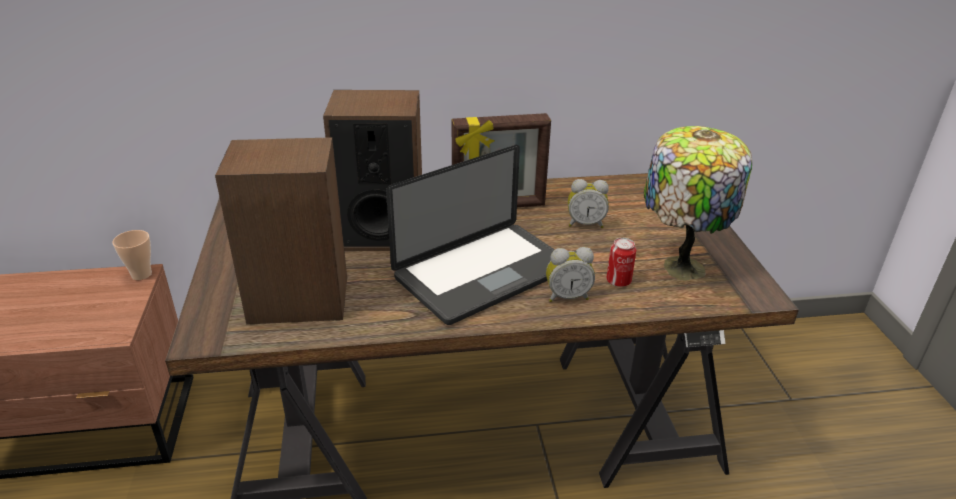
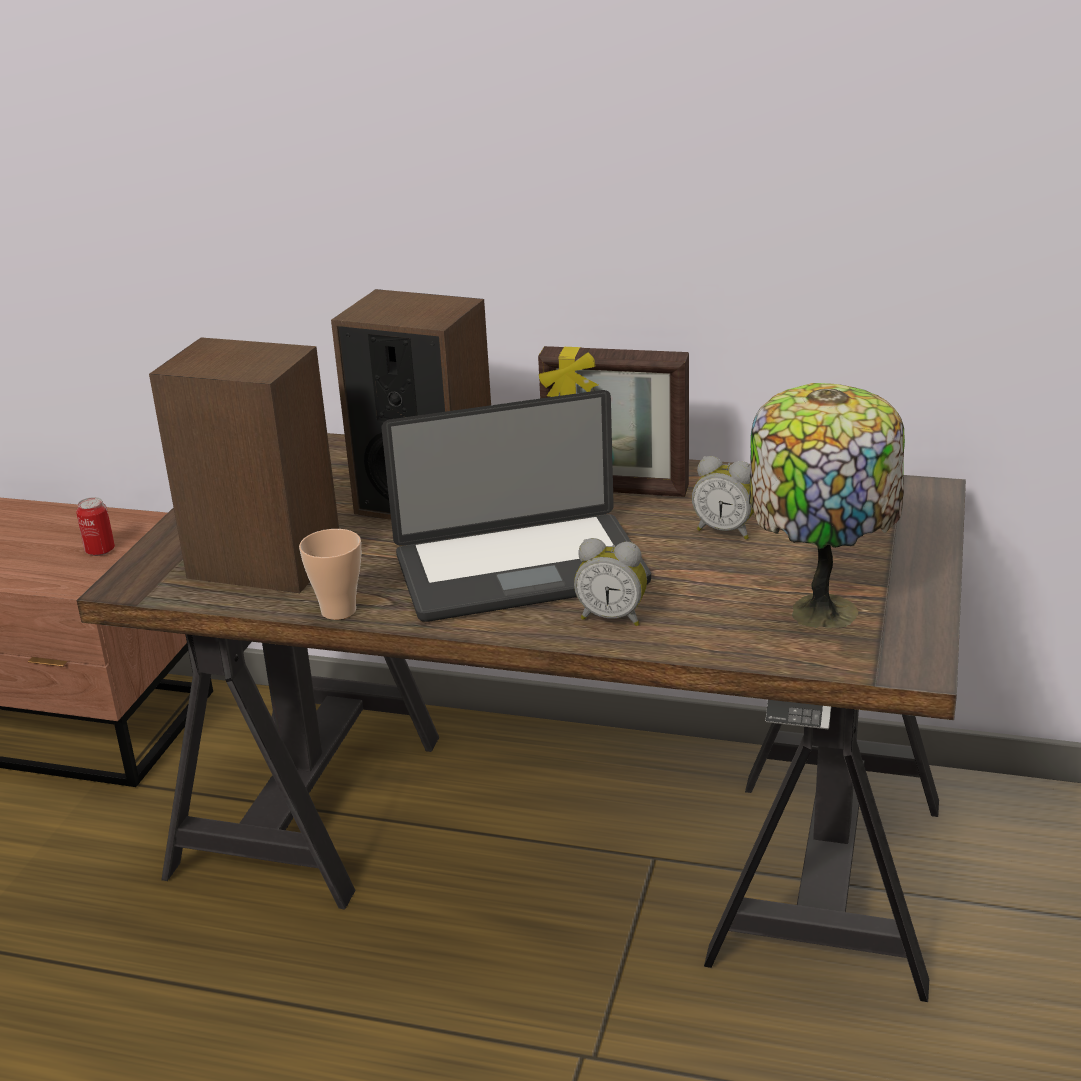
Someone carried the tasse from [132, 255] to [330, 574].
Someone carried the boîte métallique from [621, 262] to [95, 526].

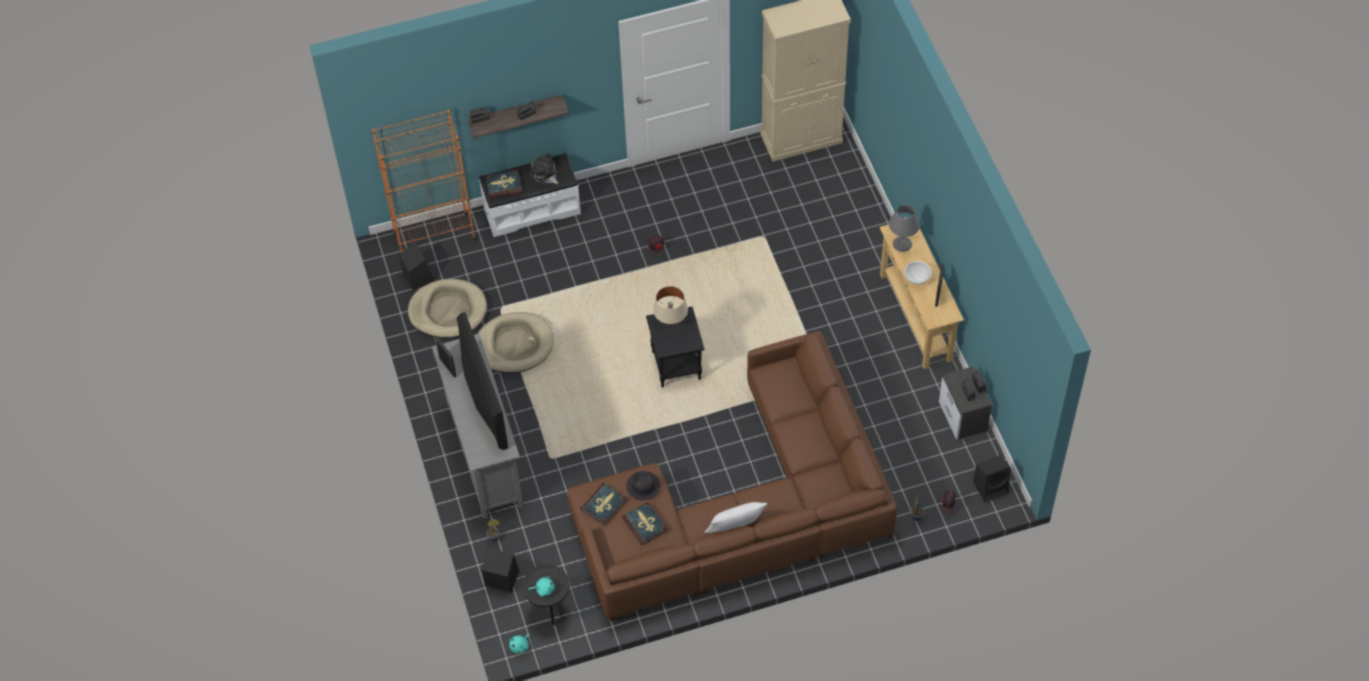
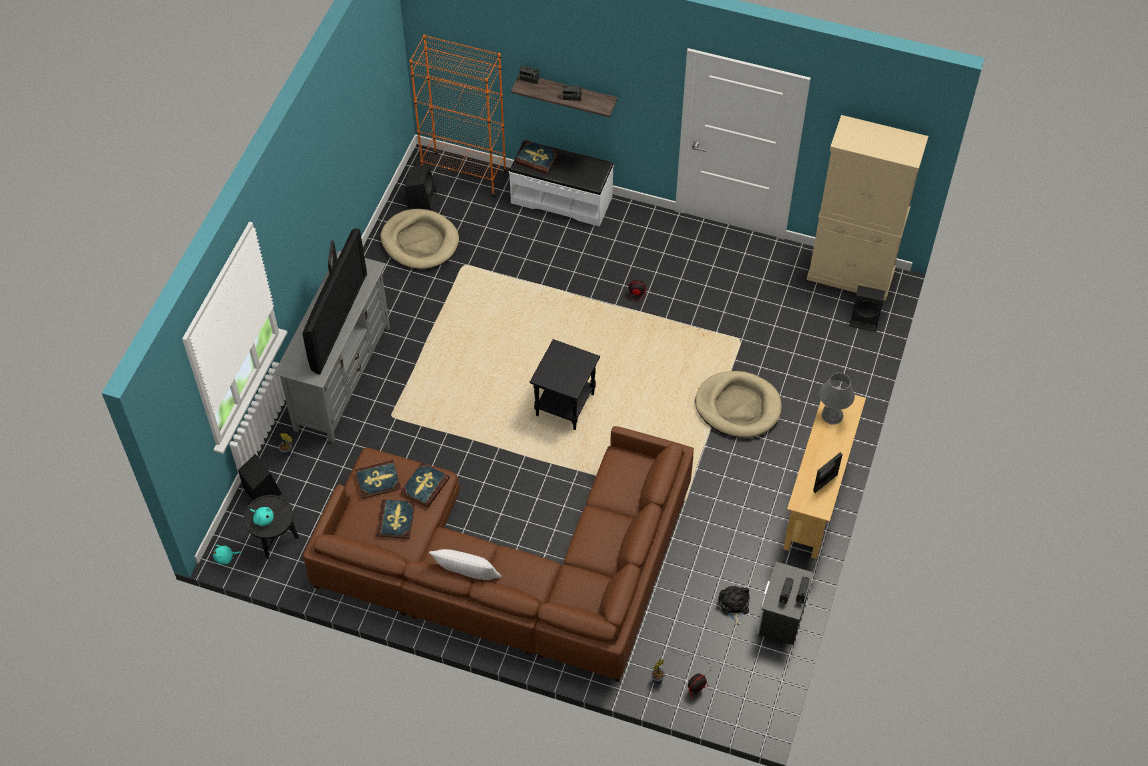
Someone took away the lampe de table/beige at [670, 305].
Someone took away the bol/blanc at [917, 273].
Someone carried the panier pour chien/beige from [515, 343] to [738, 404].
Someone carried the peluche from [544, 168] to [734, 606].
Someone carried the enceinte/noir from [992, 479] to [867, 309].
Someone swapped the chapeau/noir at [643, 485] for the livre at [425, 485].

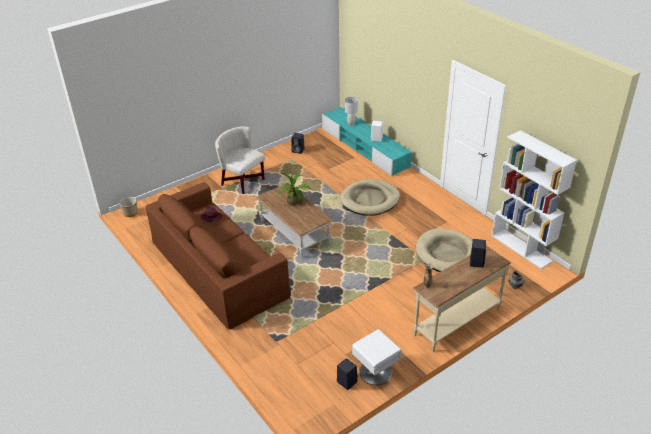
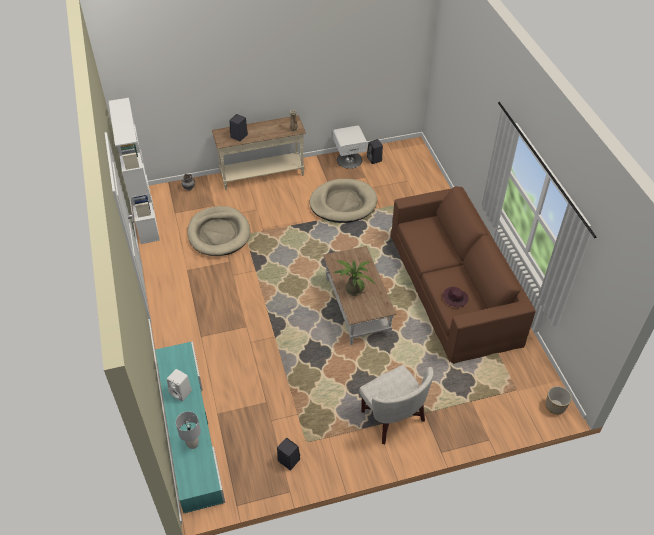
Someone carried the panier pour chien/beige from [370, 197] to [343, 201].

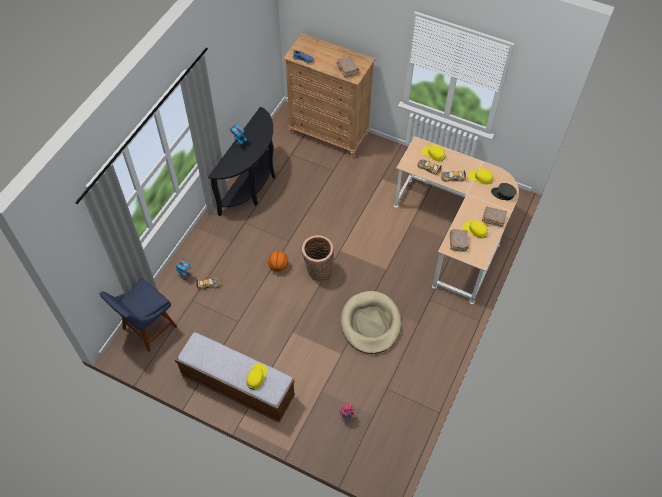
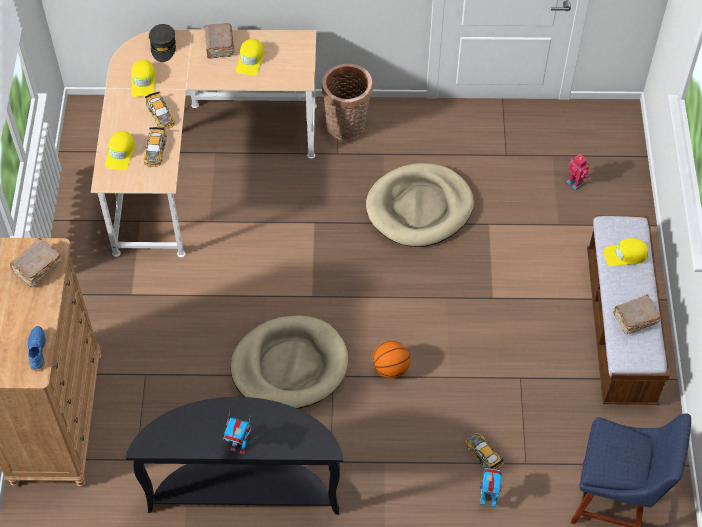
Someone put down the panier pour chien/beige at [289, 362].
Someone carried the panier from [318, 258] to [347, 101].
Someone carried the livre/marron from [459, 240] to [637, 314].

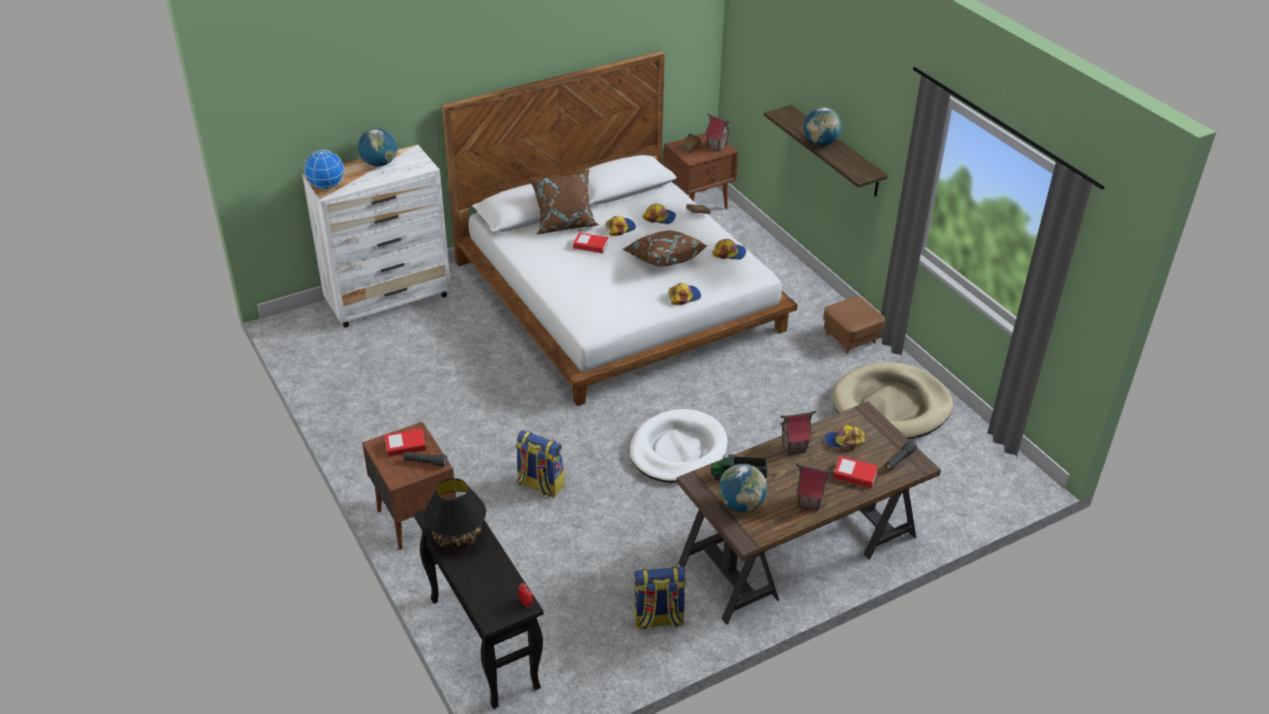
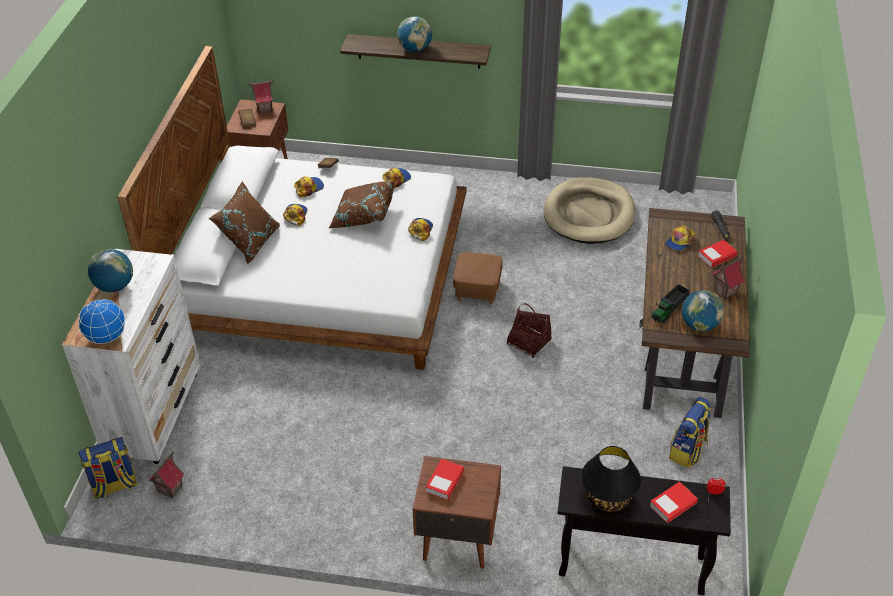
Someone took away the lampe de poche/noir at [425, 459].
Someone carried the sac à dos from [540, 464] to [108, 468].
Someone carried the livre from [590, 243] to [674, 502].
Someone carried the maison miniature from [798, 433] to [166, 475].
Someone carried the pouf/marron from [854, 325] to [478, 278].
Someone swapped the panier pour chien/blanc at [679, 446] for the panier at [529, 330].

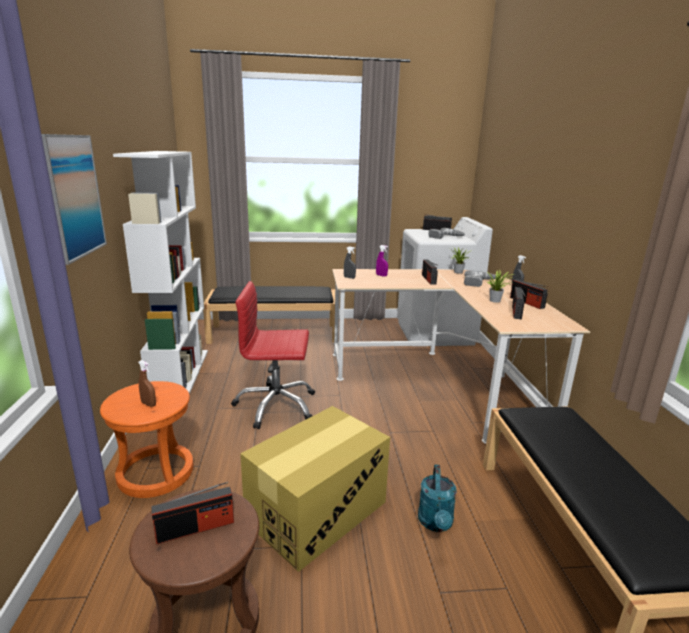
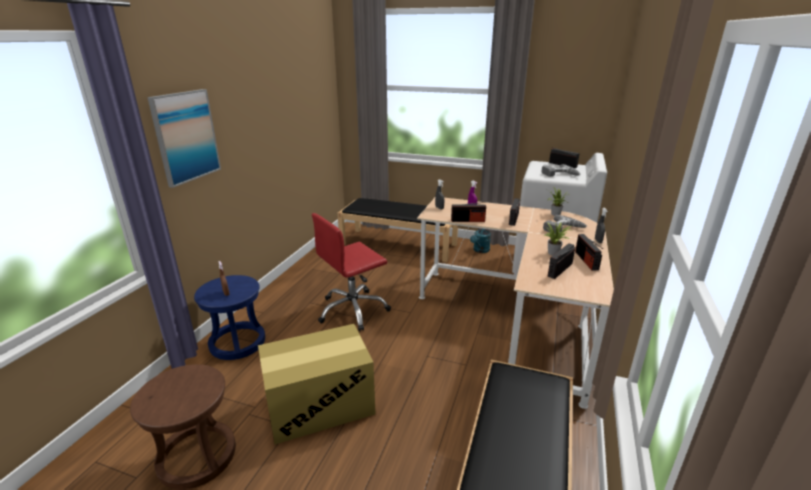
Someone took away the bibliothèque/blanc at [160, 272].
Someone carried the radio from [192, 513] to [468, 212].
Someone carried the arrosoir/turquoise from [437, 498] to [480, 241].
Someone repainted the tabouret/orange at [146, 439], which became the tabouret/bleu at [229, 317].
Someone rotated the chaise de bureau/rouge at [273, 355] by 60 degrees counterclockwise.

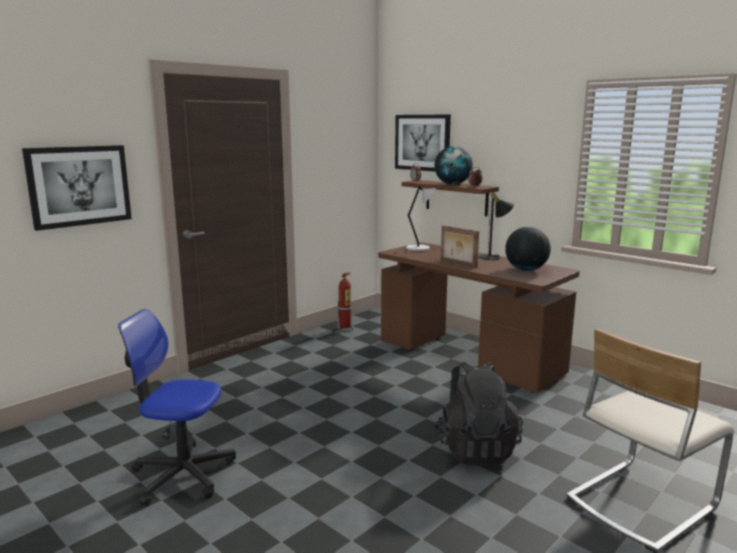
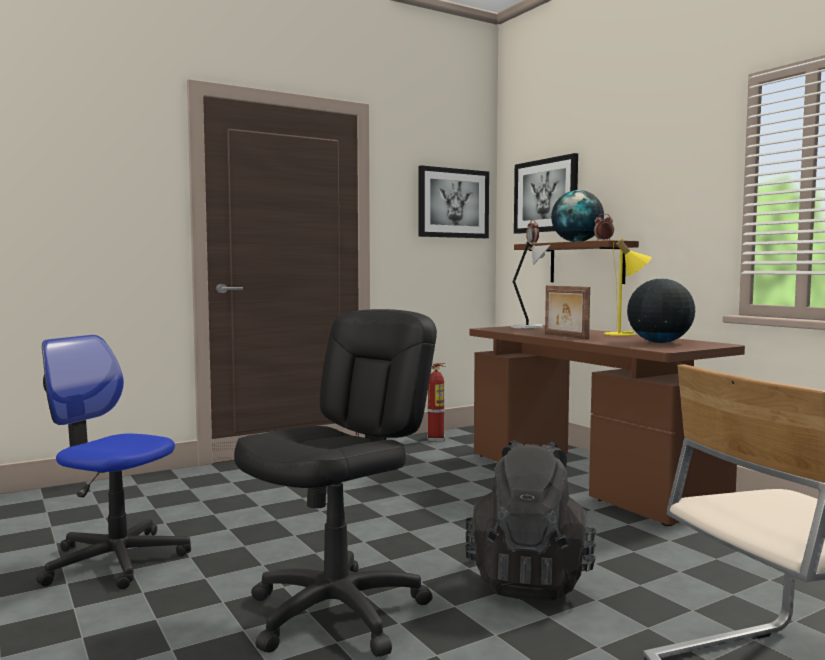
Someone put down the chaise de bureau/noir at [335, 483].
Someone carried the tableau from [77, 188] to [453, 201].
Someone repainted the lampe de table/noir at [496, 225], which became the lampe de table/jaune at [628, 287].

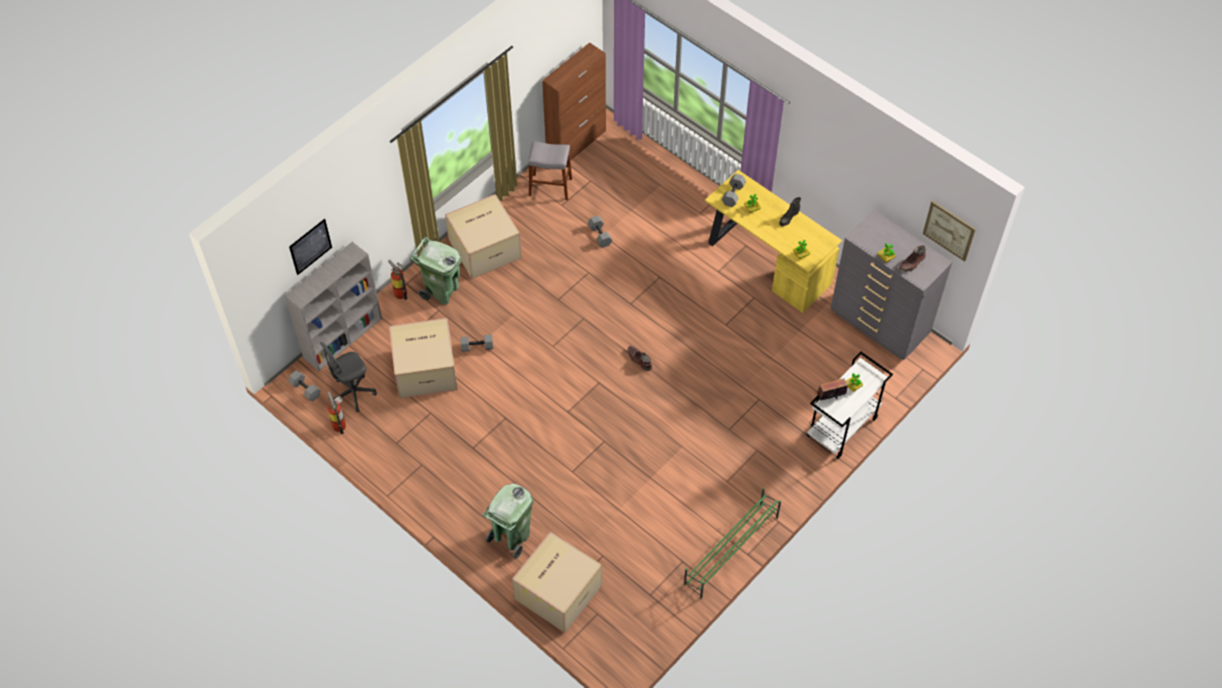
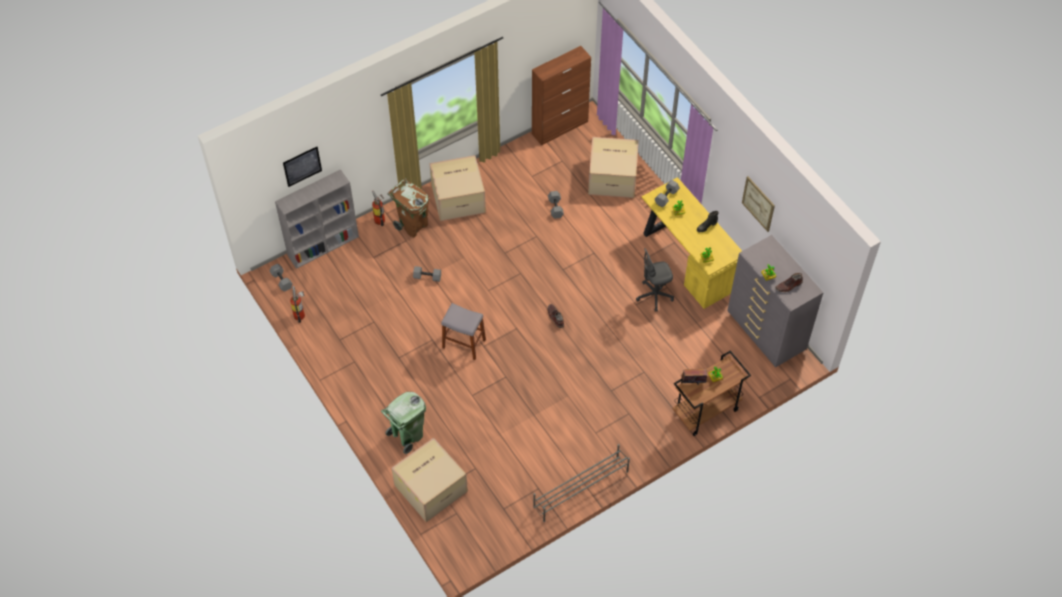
Someone carried the chaise de bureau/gris from [348, 377] to [655, 280].
Someone carried the carton from [423, 358] to [613, 167].
Someone carried the tabouret/gris from [550, 170] to [463, 331].
Someone carried the tableau from [949, 231] to [758, 204].
Someone repainted the poubelle/vert at [435, 271], which became the poubelle/marron at [409, 207].
Someone repainted the étagère à chaussures/vert at [732, 543], which became the étagère à chaussures/gris at [581, 483].
Someone repainted the chariot/blanc at [849, 405], which became the chariot/marron at [711, 393].

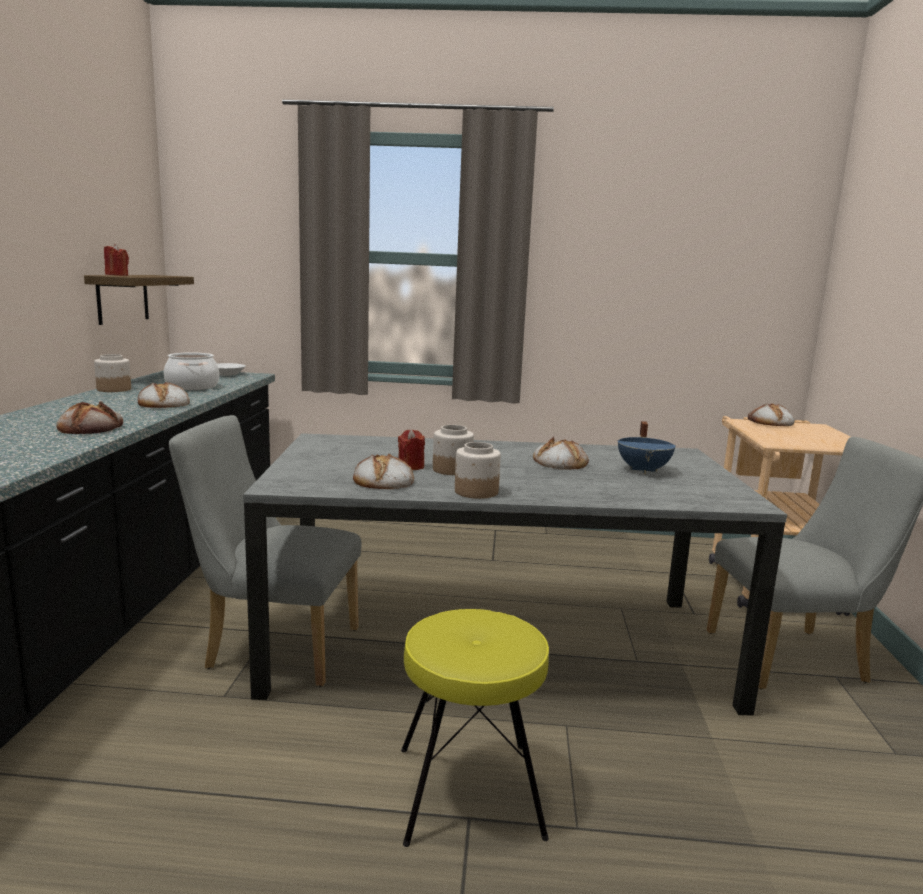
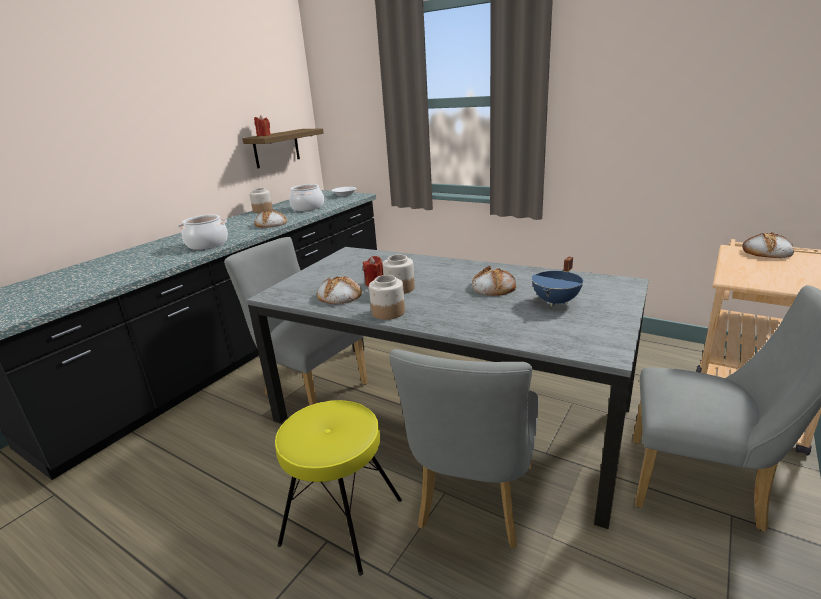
Someone put down the chaise/gris at [464, 448].
Someone swapped the pain at [90, 417] for the marmite at [203, 232].

